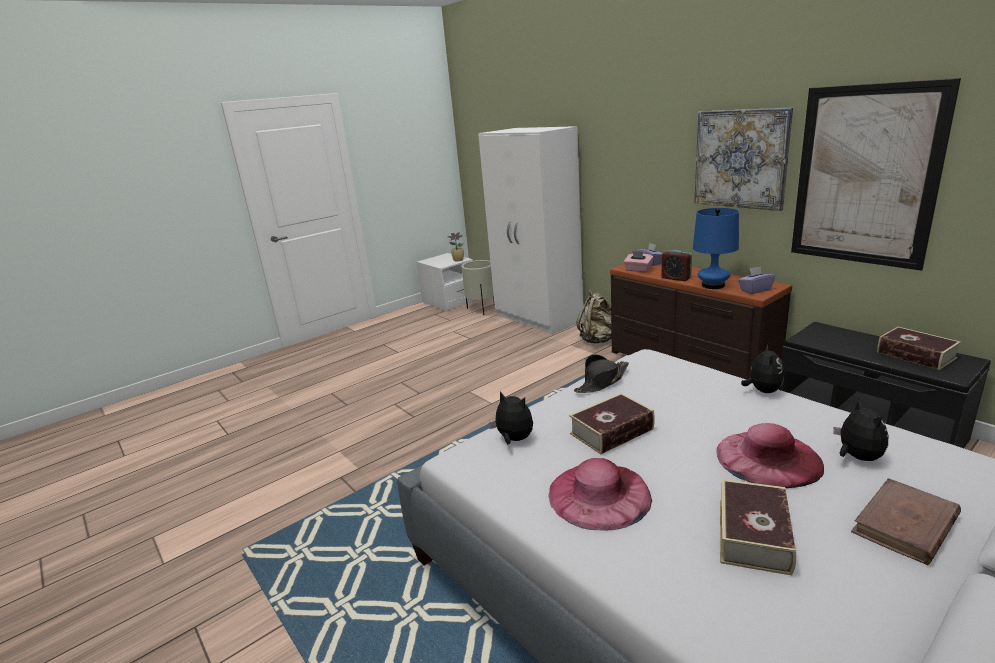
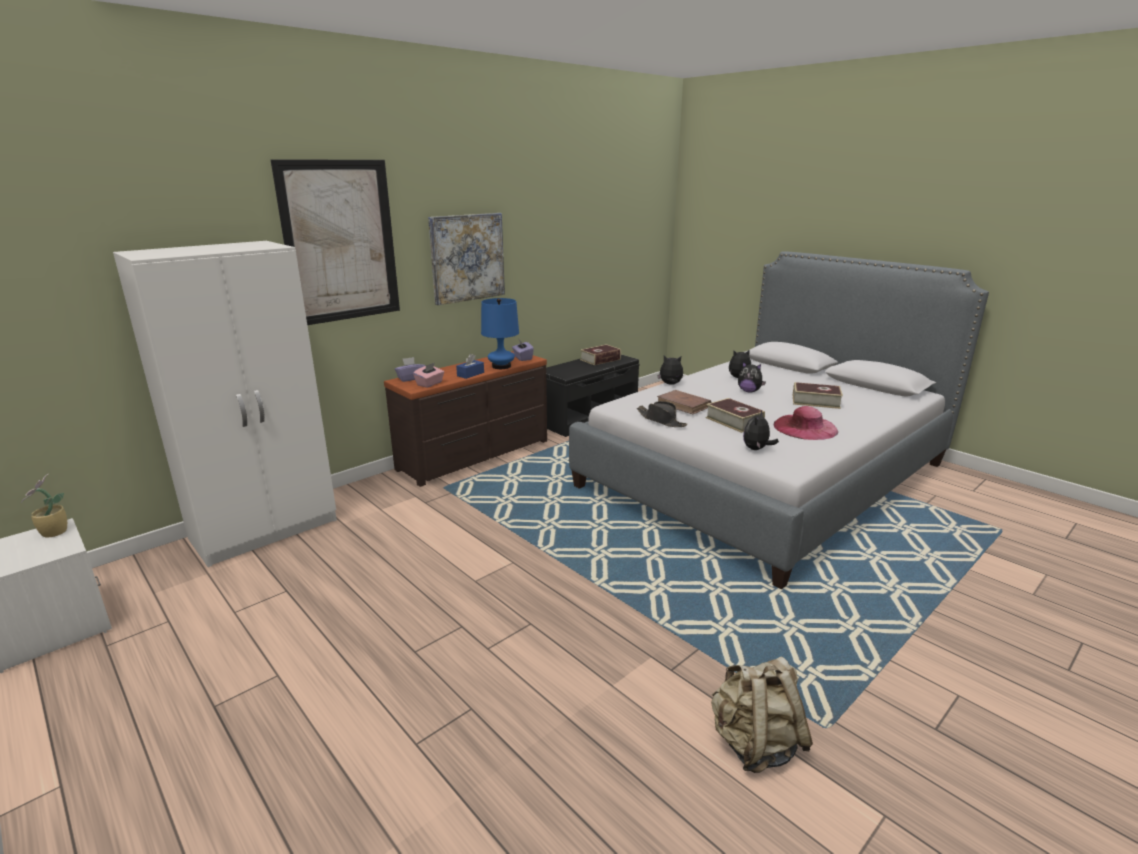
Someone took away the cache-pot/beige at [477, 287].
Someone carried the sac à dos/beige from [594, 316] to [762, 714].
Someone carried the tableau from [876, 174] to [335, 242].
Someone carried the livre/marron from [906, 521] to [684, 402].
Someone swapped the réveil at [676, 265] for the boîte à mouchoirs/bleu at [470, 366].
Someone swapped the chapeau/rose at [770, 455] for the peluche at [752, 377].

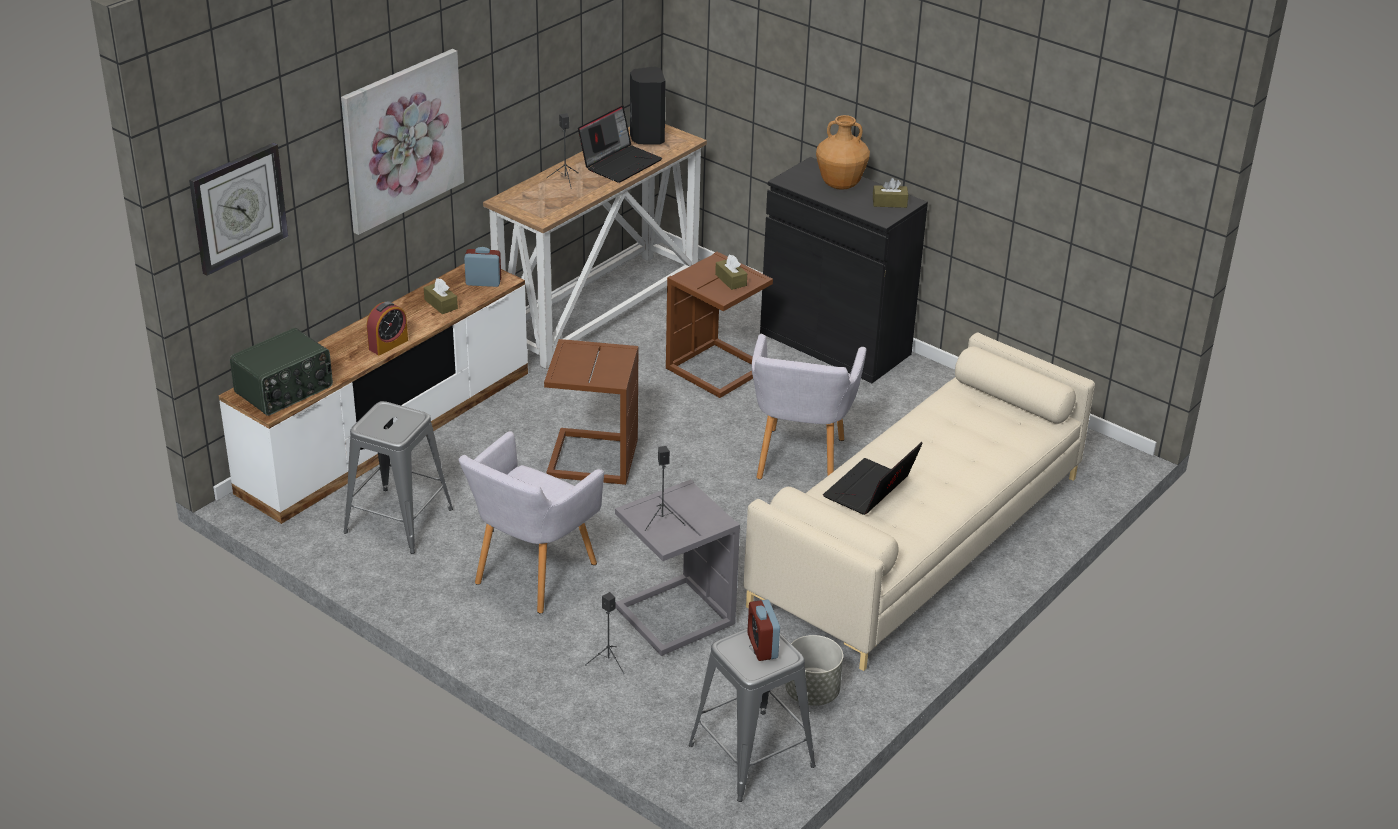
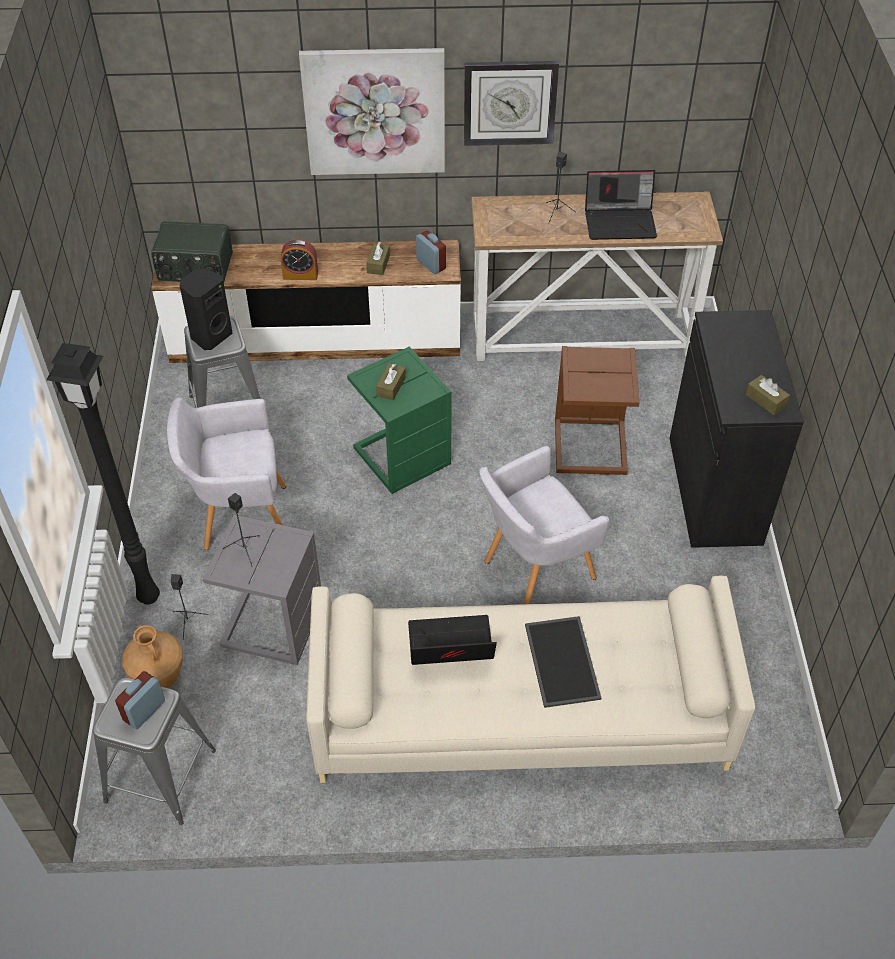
Someone took away the cache-pot/gris at [814, 670].
Someone put down the lampadaire/noir at [103, 474].
Someone put down the plateau at [563, 662].
Someone carried the horloge murale from [238, 209] to [511, 103].
Someone carried the enceinte/noir from [648, 105] to [206, 309].
Someone carried the boîte à mouchoirs/marron from [731, 272] to [391, 382].
Someone carried the vase/marron from [843, 152] to [152, 656].
Someone repainted the table d'appoint/marron at [591, 412], which became the table d'appoint/vert at [399, 420].

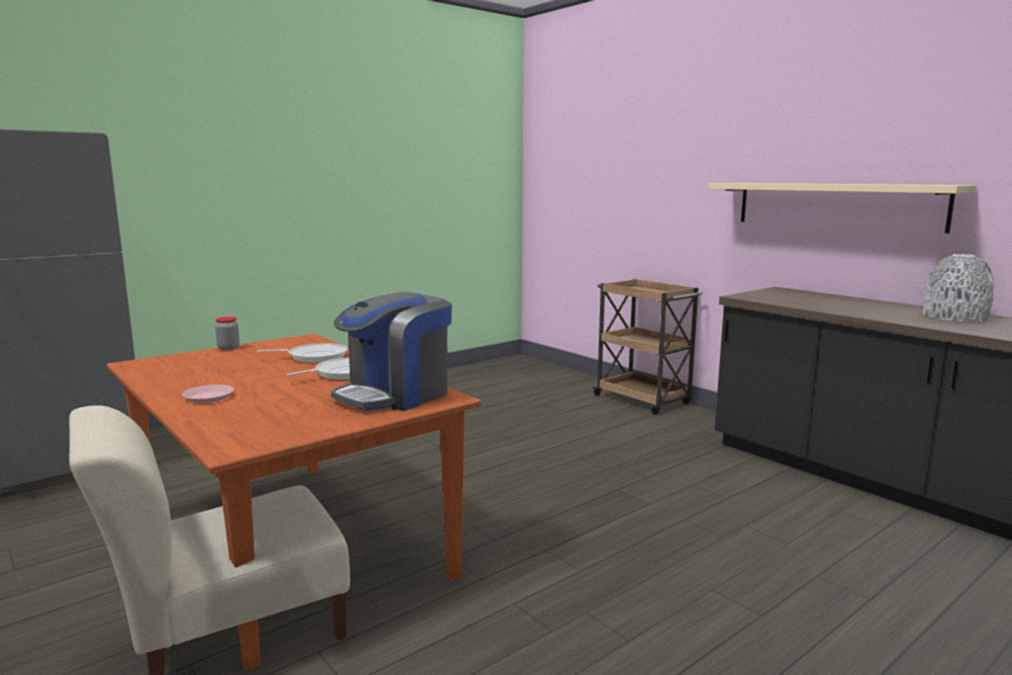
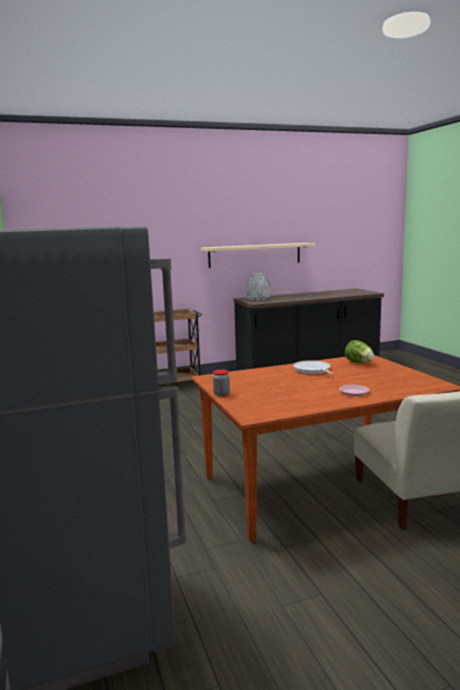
Someone took away the poêle at [302, 353].
Someone carried the vase/gris from [958, 288] to [258, 286].
Someone swapped the machine à café at [391, 351] for the laitue at [359, 351].

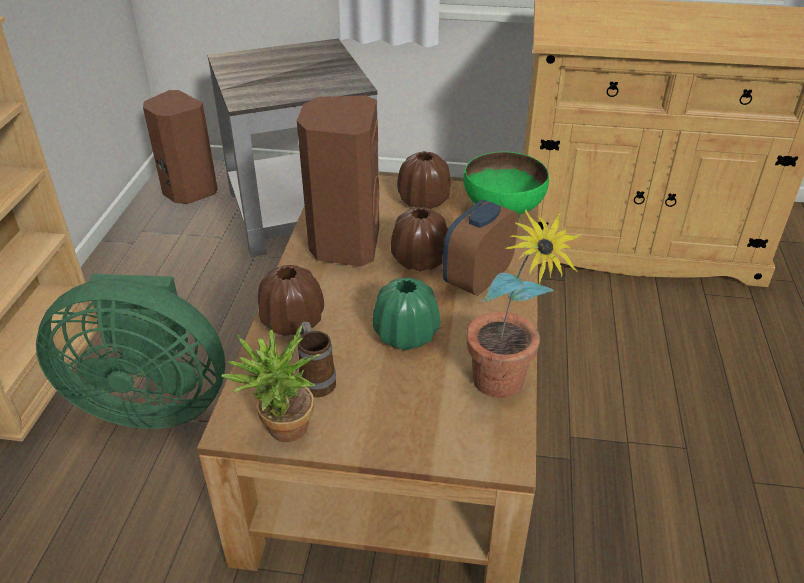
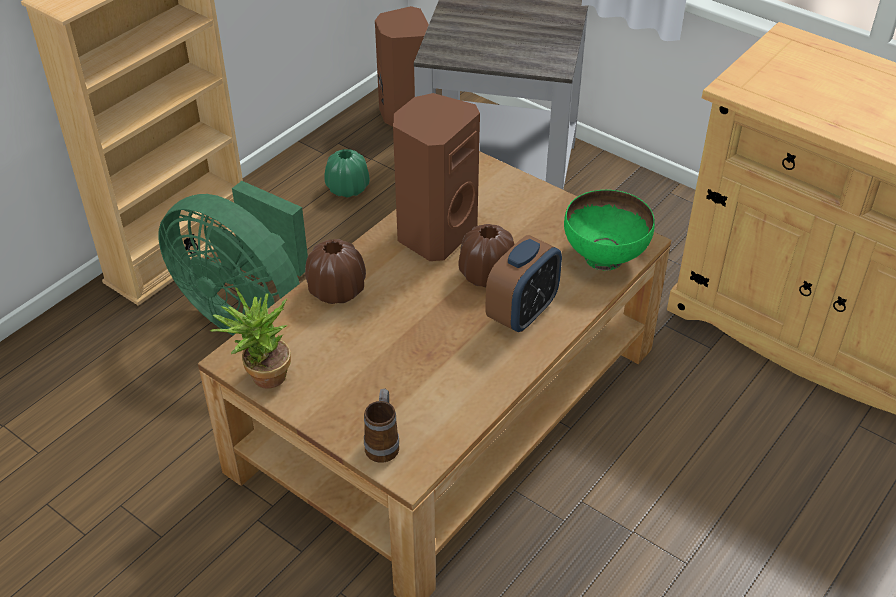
Someone took away the vase/marron at [424, 180].
Someone took away the plante en pot at [524, 304].
Someone carried the mug from [317, 359] to [381, 426].
Someone carried the vase/vert from [406, 313] to [347, 173].
Someone rotated the réveil at [480, 248] by 150 degrees clockwise.

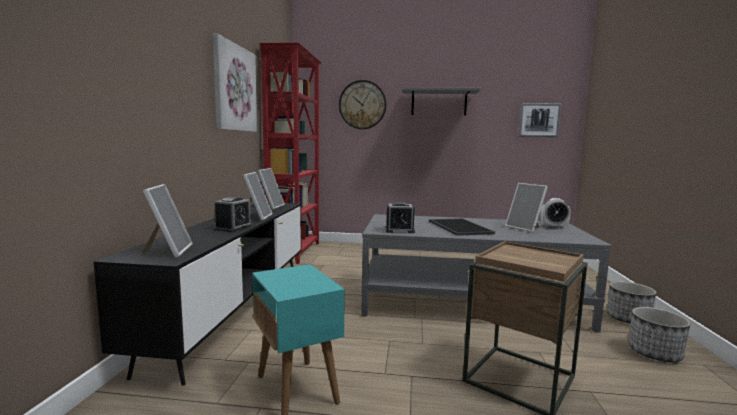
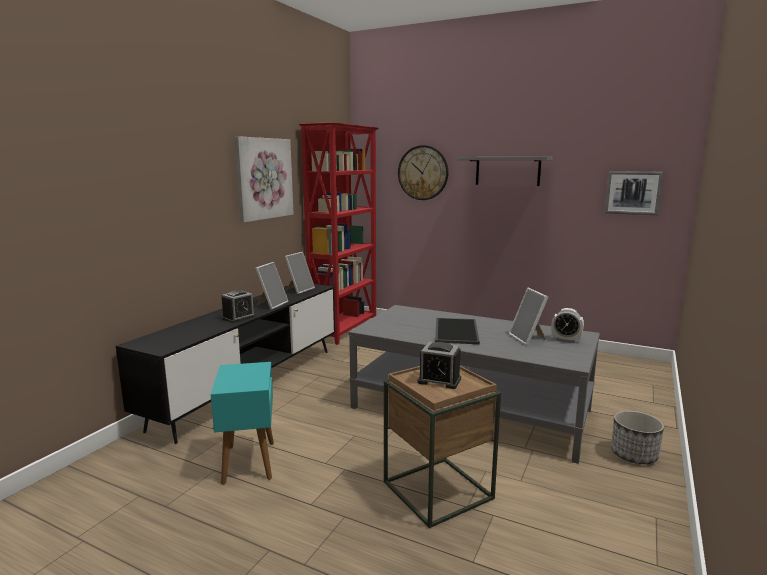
Someone took away the cadre photo at [167, 221].
Someone took away the cache-pot at [660, 334].
Someone carried the réveil from [400, 217] to [439, 365].

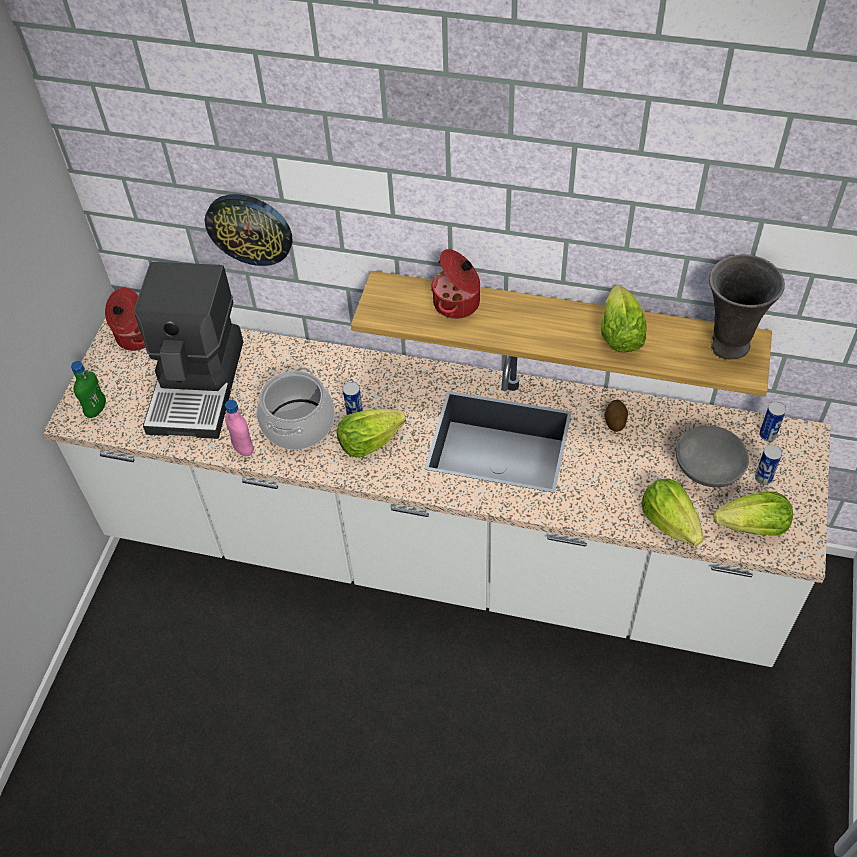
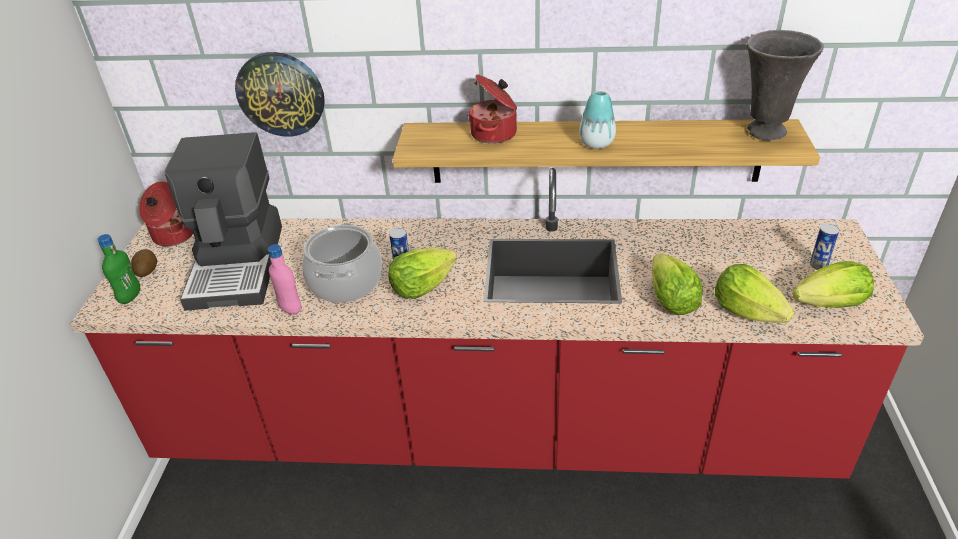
Someone took away the bol/gris at [712, 456].
Someone took away the boîte métallique at [772, 421].
Someone put down the vase at [597, 120].
Someone carried the laitue from [624, 318] to [677, 284].
Someone carried the pomme de terre from [616, 416] to [144, 263].
Someone repainted the comptoir de cuisine/blanc at [437, 492], which became the comptoir de cuisine/rouge at [496, 323].

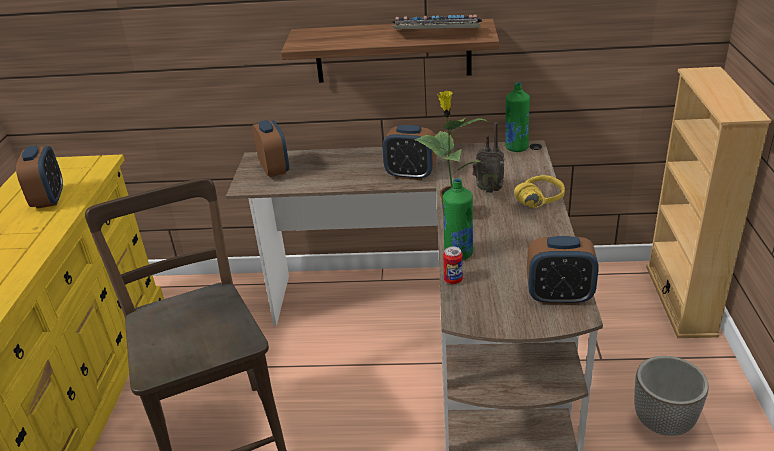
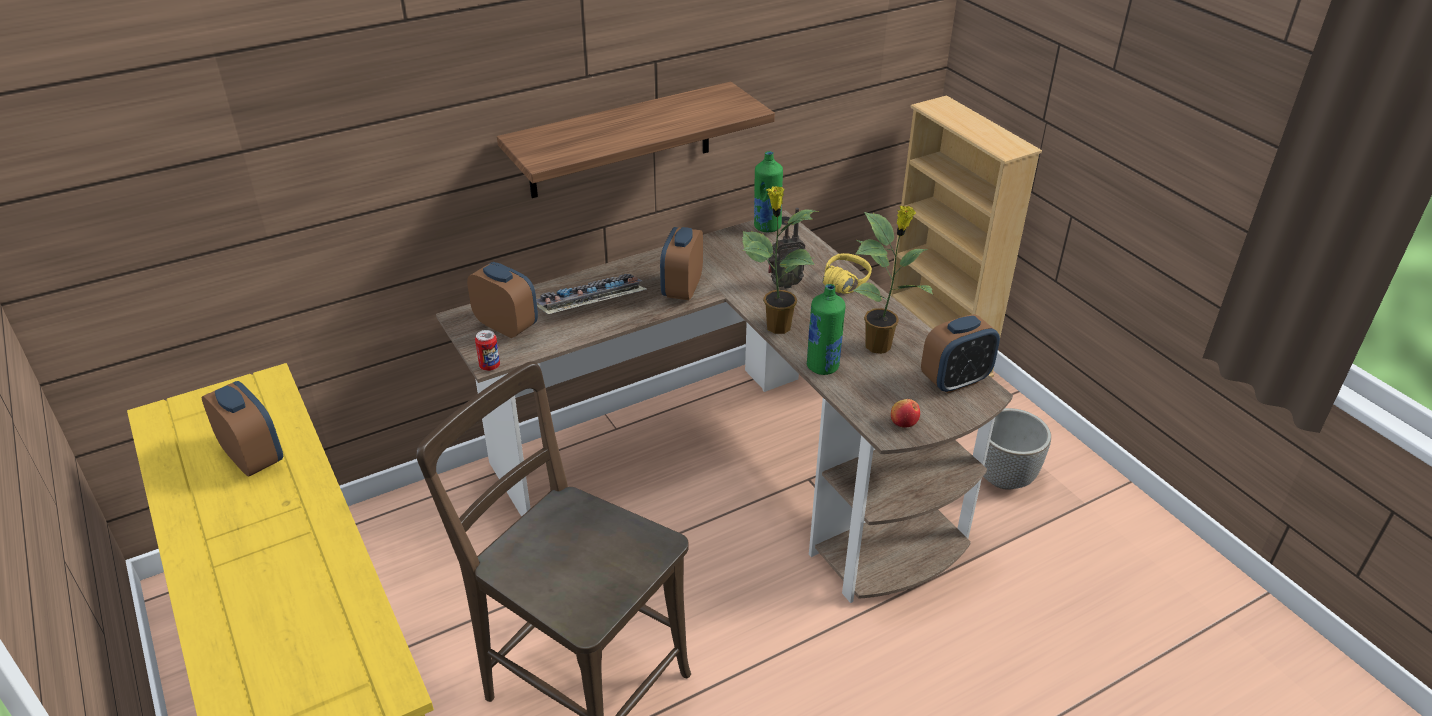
Someone put down the plante en pot at [893, 280].
Someone put down the pomme at [905, 413].
Someone carried the clavier from [436, 21] to [591, 294].
Someone carried the boîte métallique from [453, 265] to [487, 350].
Someone rotated the réveil at [409, 152] by 120 degrees clockwise.

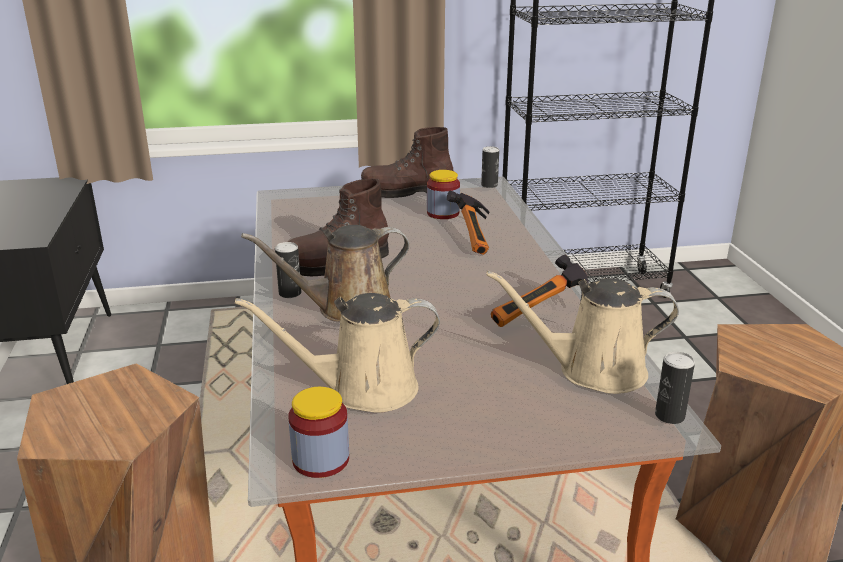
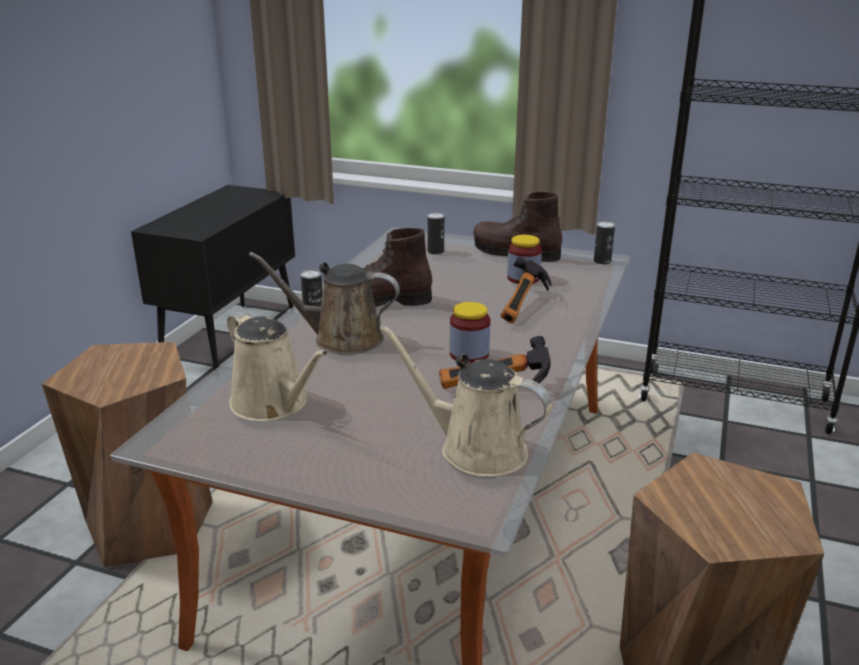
Someone carried the bocal from [318, 432] to [470, 332].
Someone carried the boîte métallique from [675, 388] to [436, 233].
Someone rotated the arrosoir/beige at [337, 353] by 150 degrees counterclockwise.

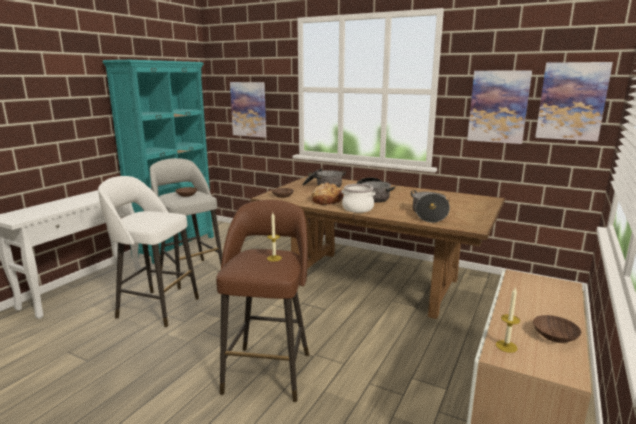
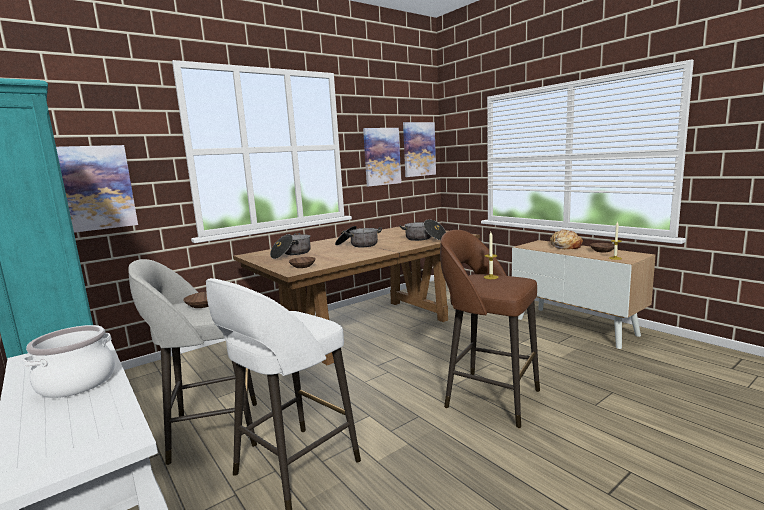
Someone carried the pain from [327, 193] to [566, 239].
Someone carried the marmite from [359, 198] to [68, 361].

